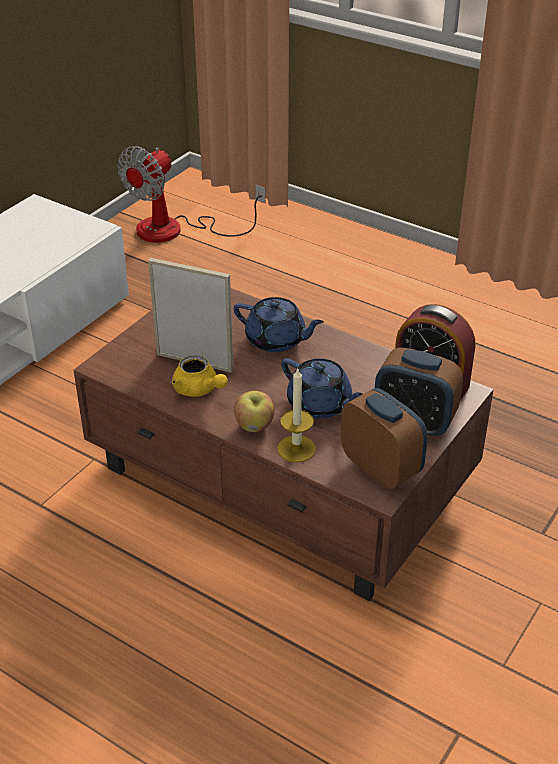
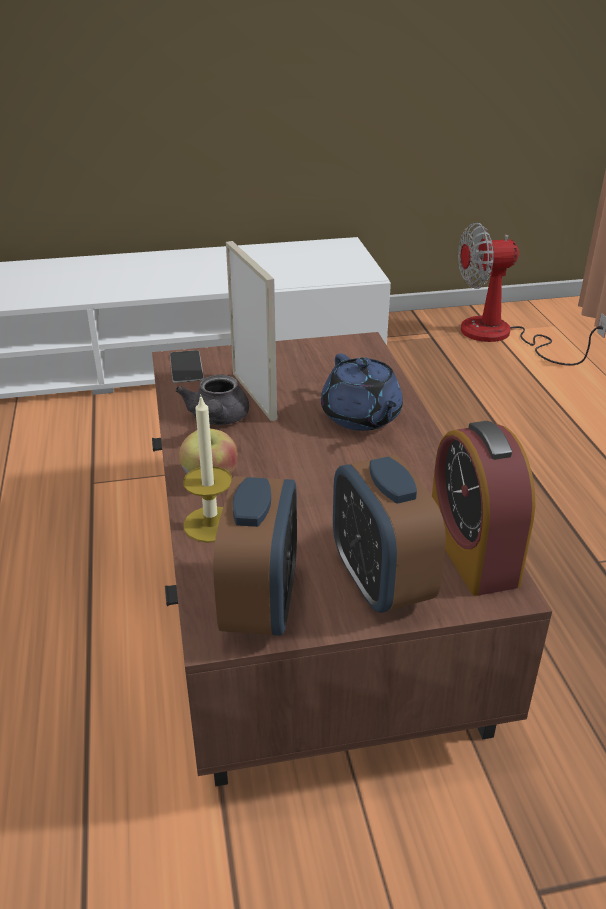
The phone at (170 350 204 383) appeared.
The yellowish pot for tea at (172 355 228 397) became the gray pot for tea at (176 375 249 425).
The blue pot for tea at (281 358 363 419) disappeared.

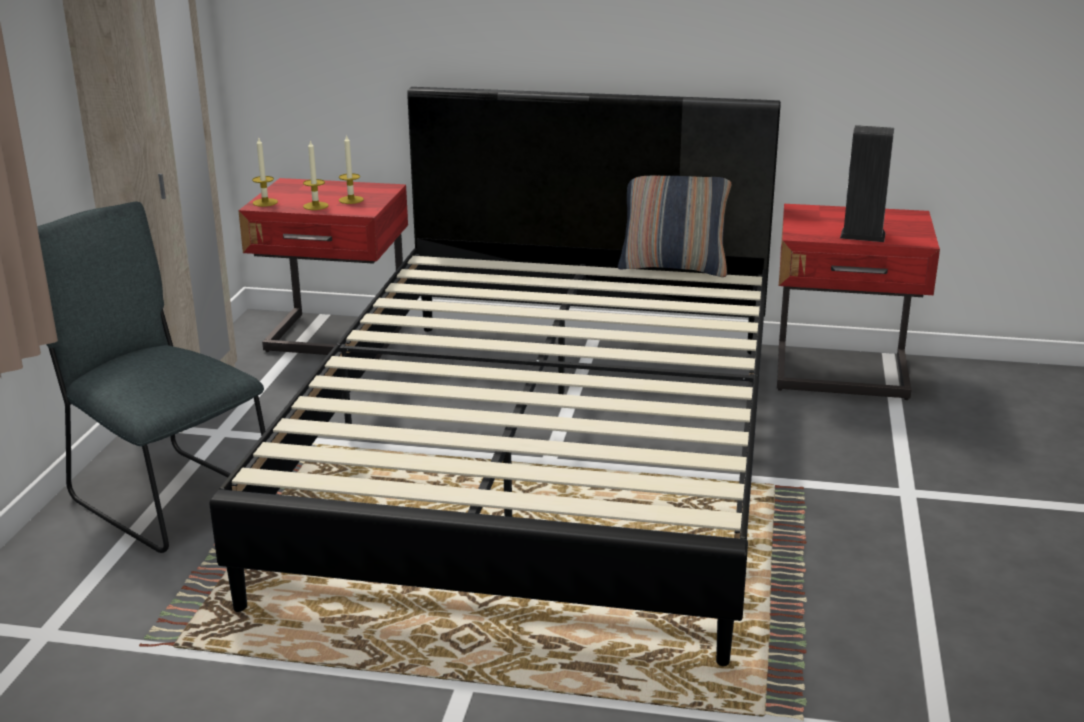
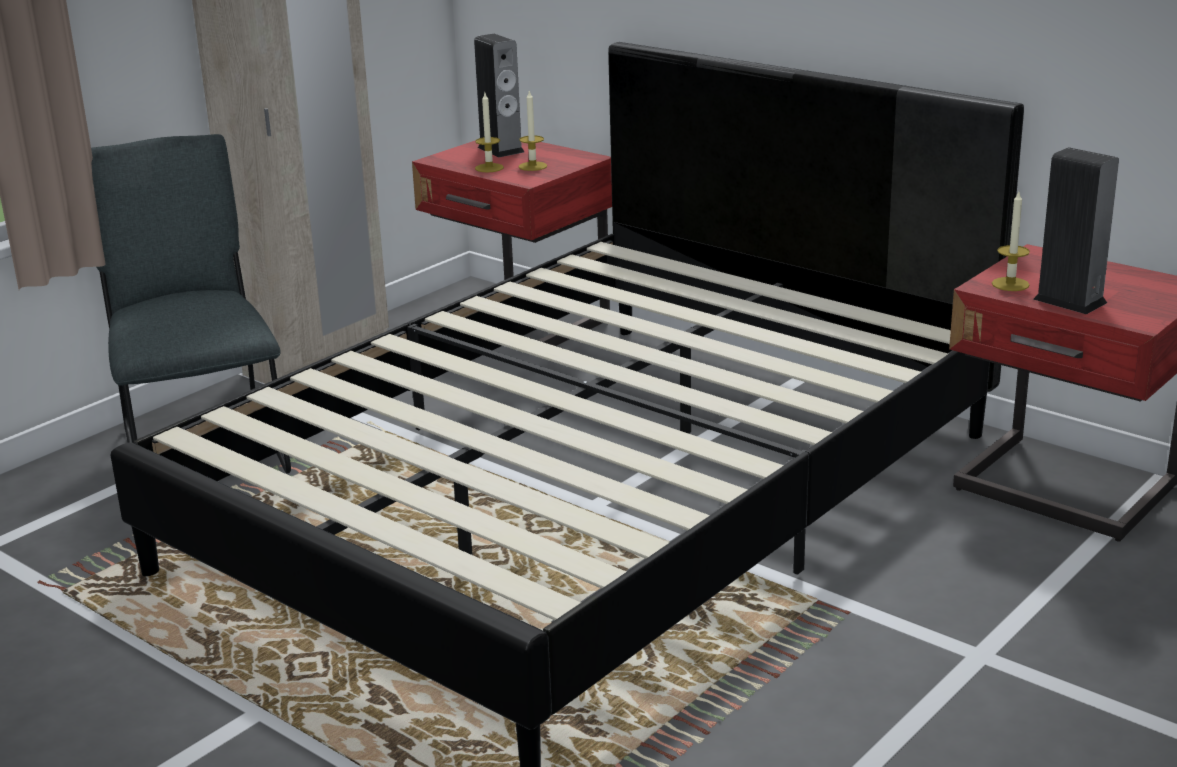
The audio speaker at (474 34 524 157) appeared.
The candle moved from (252 138 278 207) to (992 192 1030 291).
The throw pillow at (618 176 732 277) disappeared.

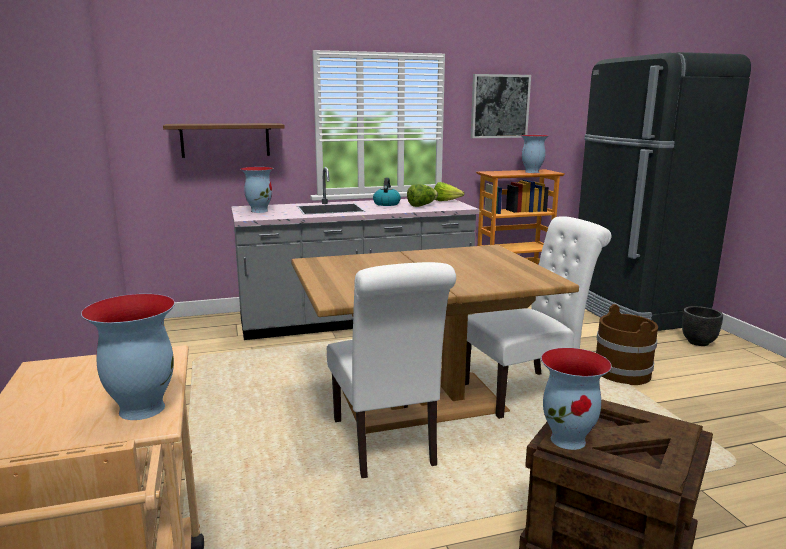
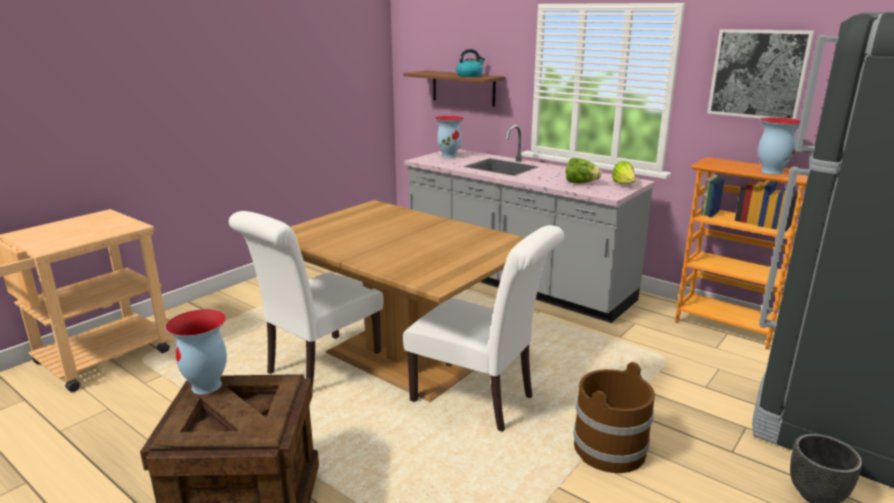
The water kettle moved from (373 178 401 206) to (456 49 485 77).
The flower vase at (81 294 175 420) disappeared.

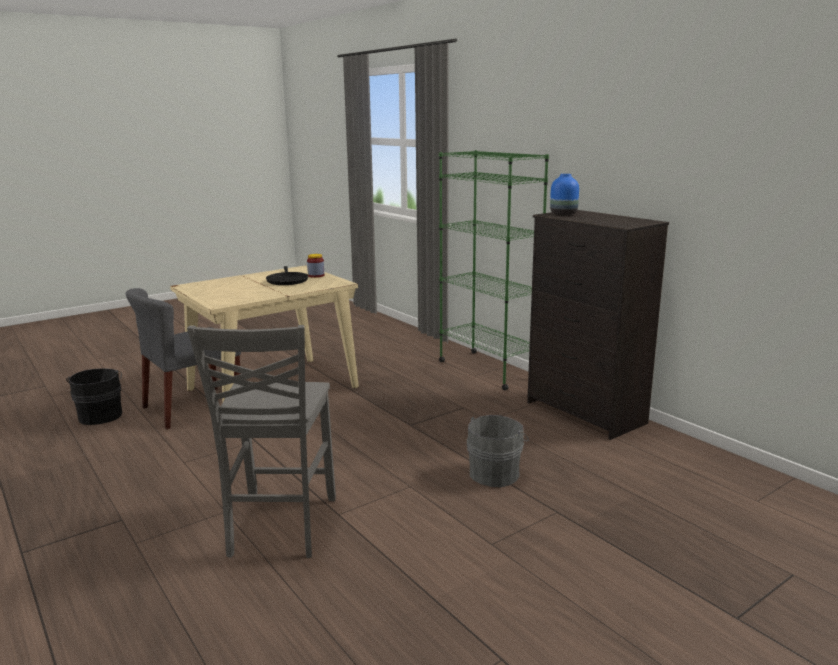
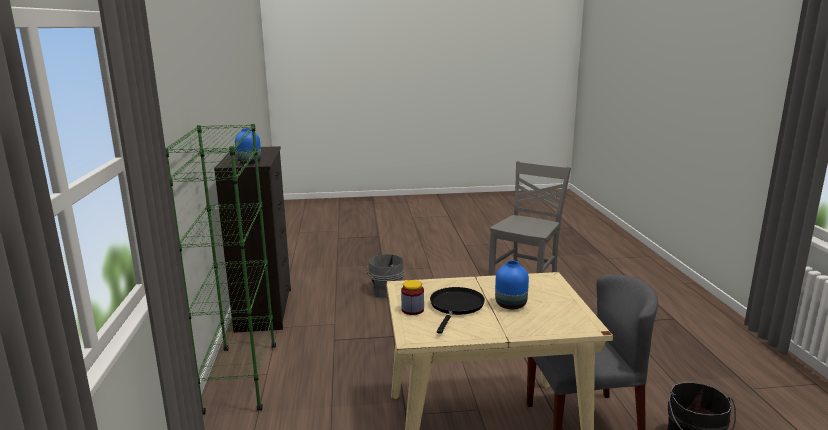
The blue flower vase at (495 260 529 309) appeared.

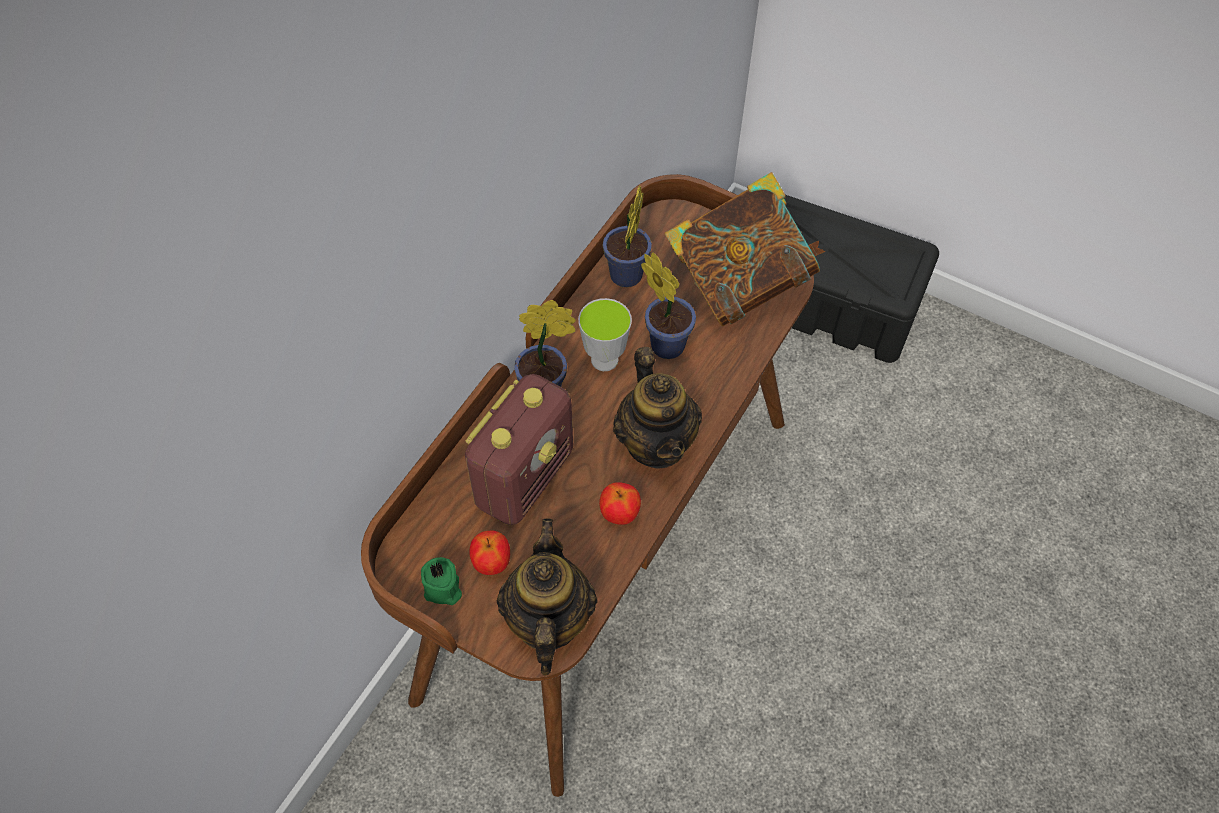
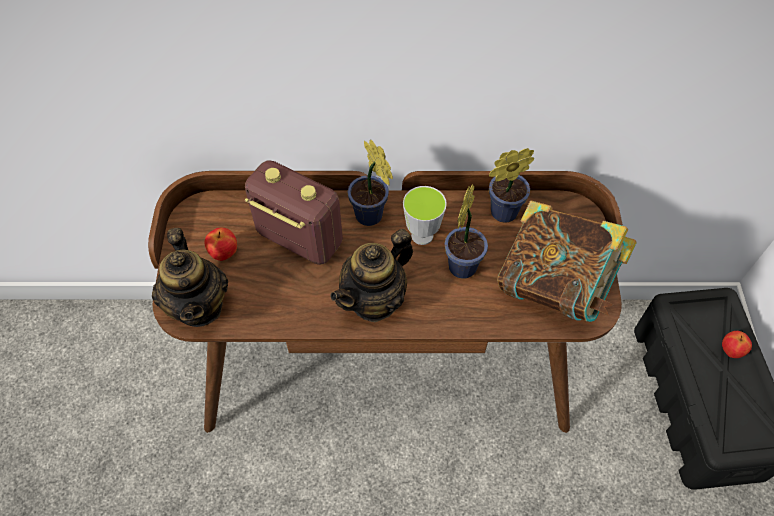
The pot for tea at (497 518 597 675) turned 105 degrees clockwise.
The radio set at (465 374 573 525) turned 150 degrees counterclockwise.
The whole apple moved from (599 482 641 525) to (722 331 752 358).
The green candle at (421 557 462 605) disappeared.

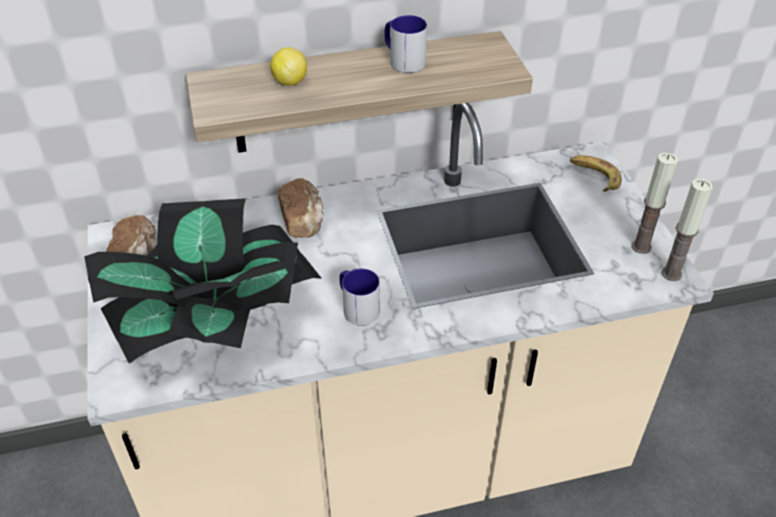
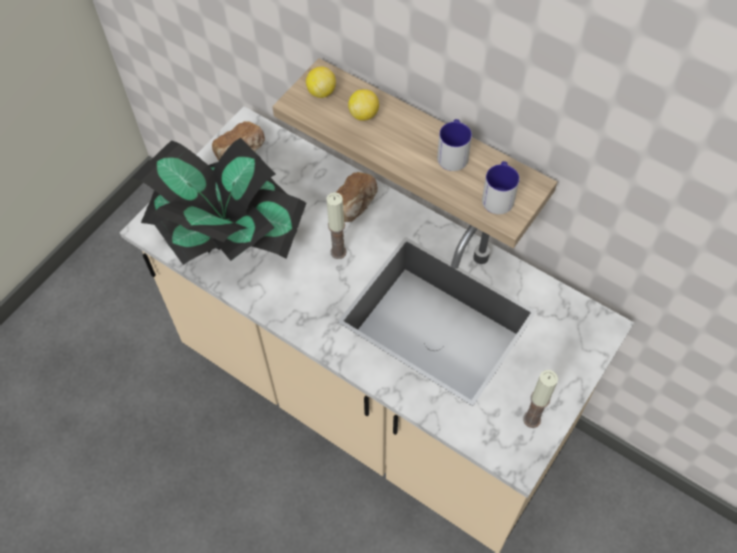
The whole lemon at (306 66 336 98) appeared.
The candle moved from (661 179 713 281) to (326 192 347 259).
The coffee mug moved from (339 269 380 326) to (482 161 519 214).
The whole banana at (570 155 622 192) disappeared.

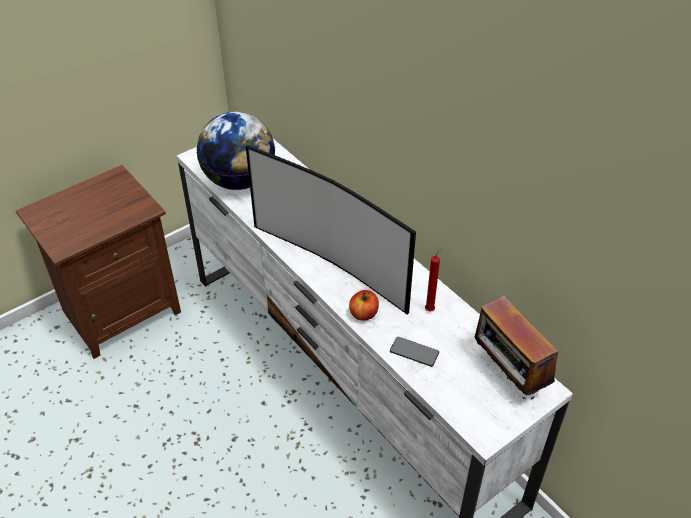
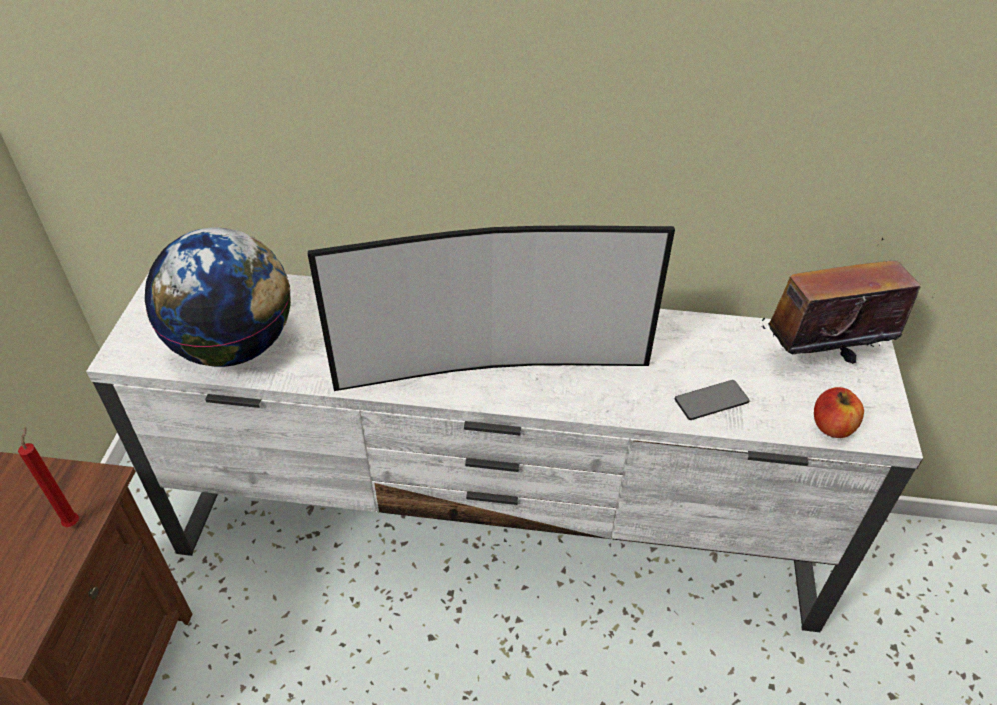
The red candle moved from (425 248 442 311) to (18 427 79 527).
The radio set at (475 295 558 400) turned 150 degrees clockwise.
The whole apple moved from (349 290 379 321) to (814 387 864 438).

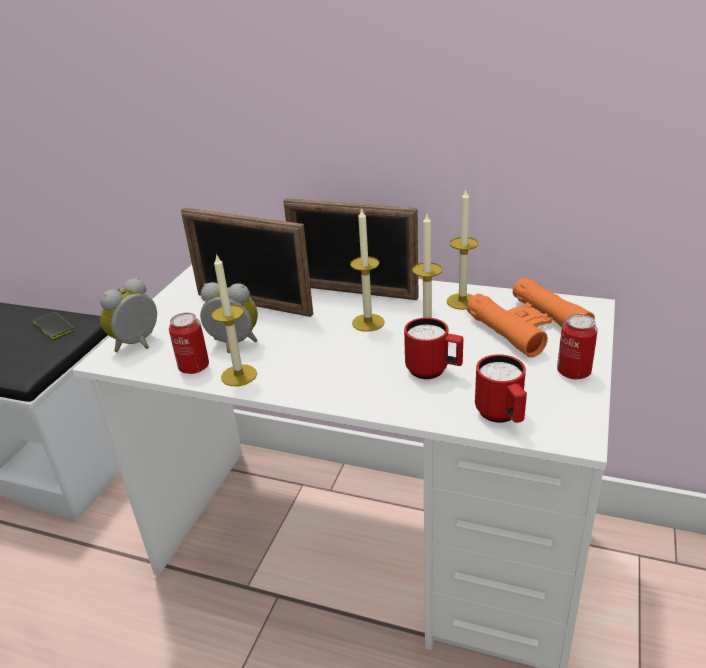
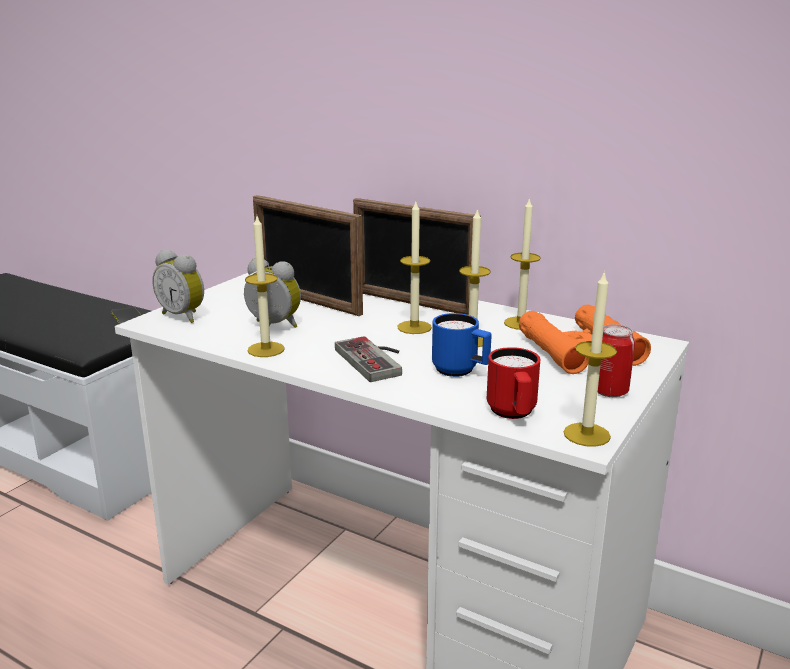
The bedside clock at (100 278 157 352) turned 105 degrees counterclockwise.
The gamepad at (335 336 402 382) appeared.
The red coffee mug at (404 318 463 379) became the blue coffee mug at (432 313 492 377).
The candle at (564 270 617 447) appeared.
The metal can at (169 313 209 374) disappeared.

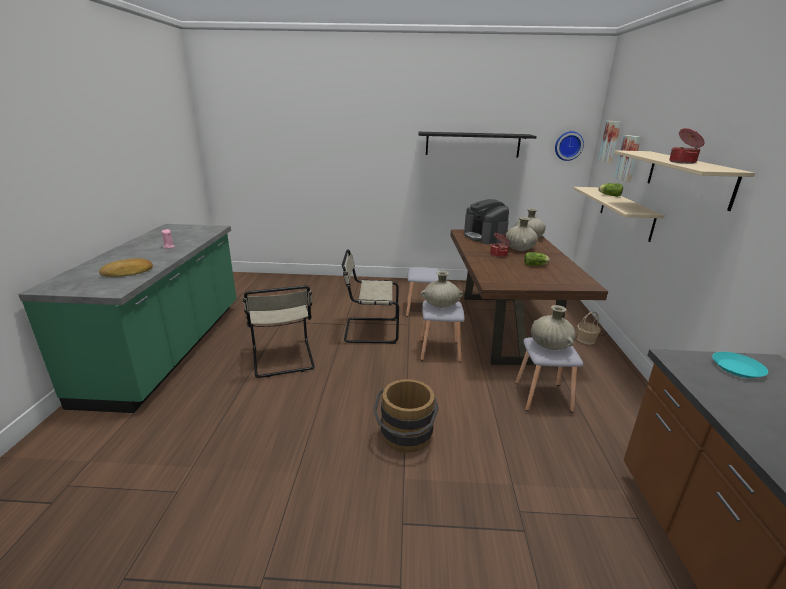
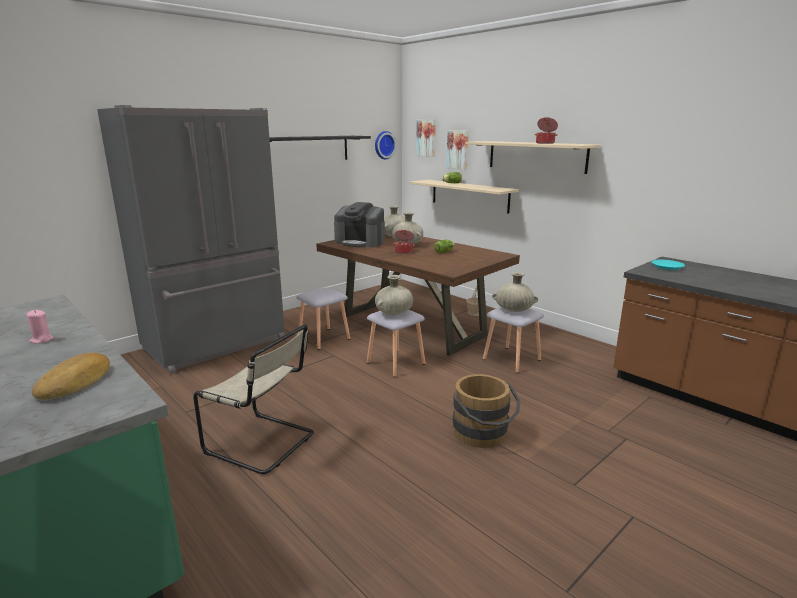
The gray fridge at (97 105 285 374) appeared.
The beige-coloured chair at (342 249 399 344) disappeared.

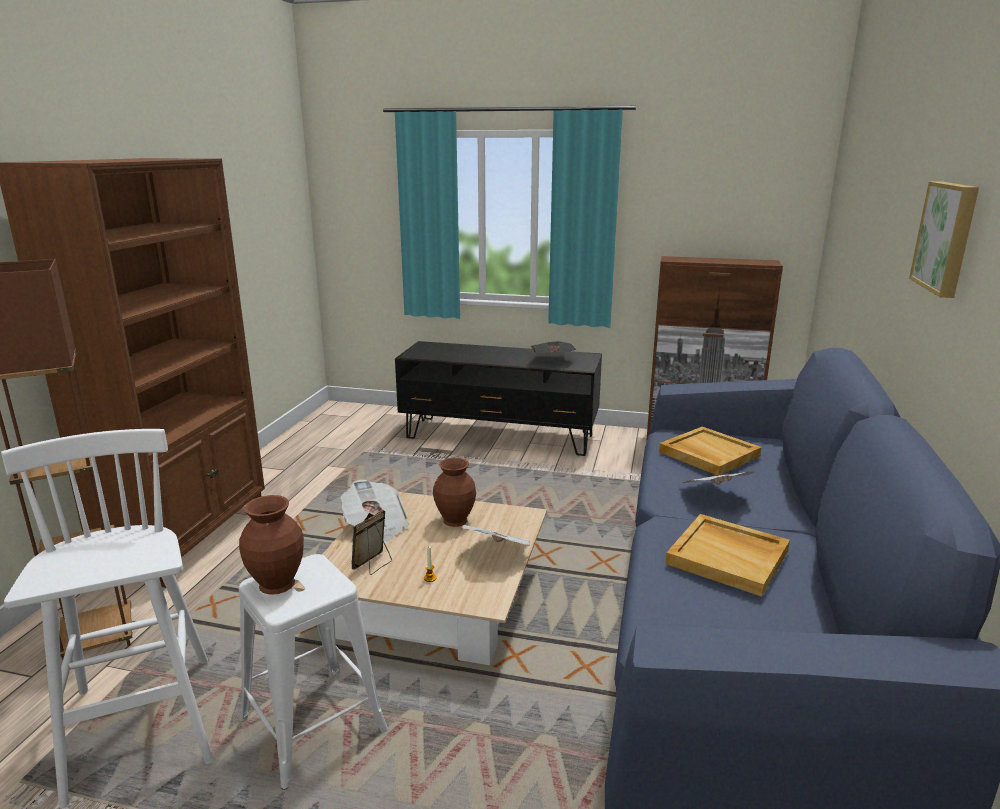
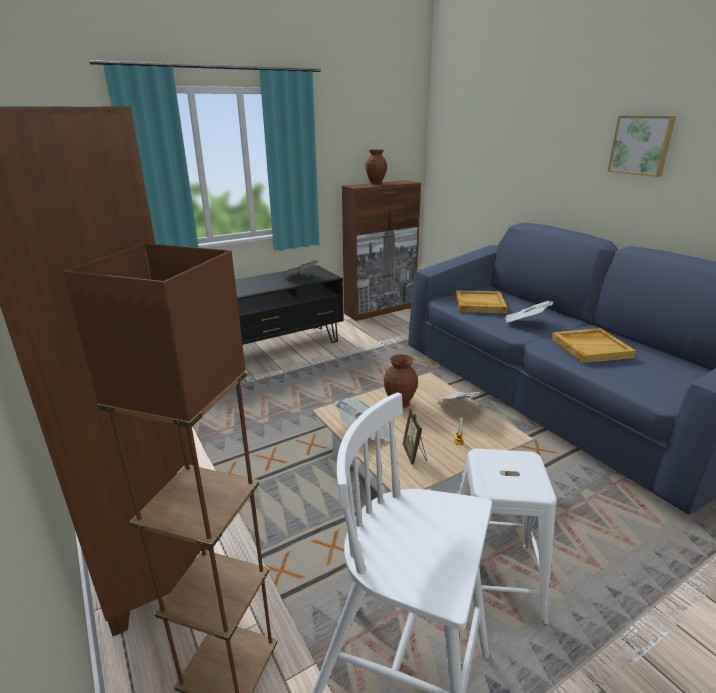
The brown-coloured flower vase moved from (239 495 304 595) to (366 149 387 185).

